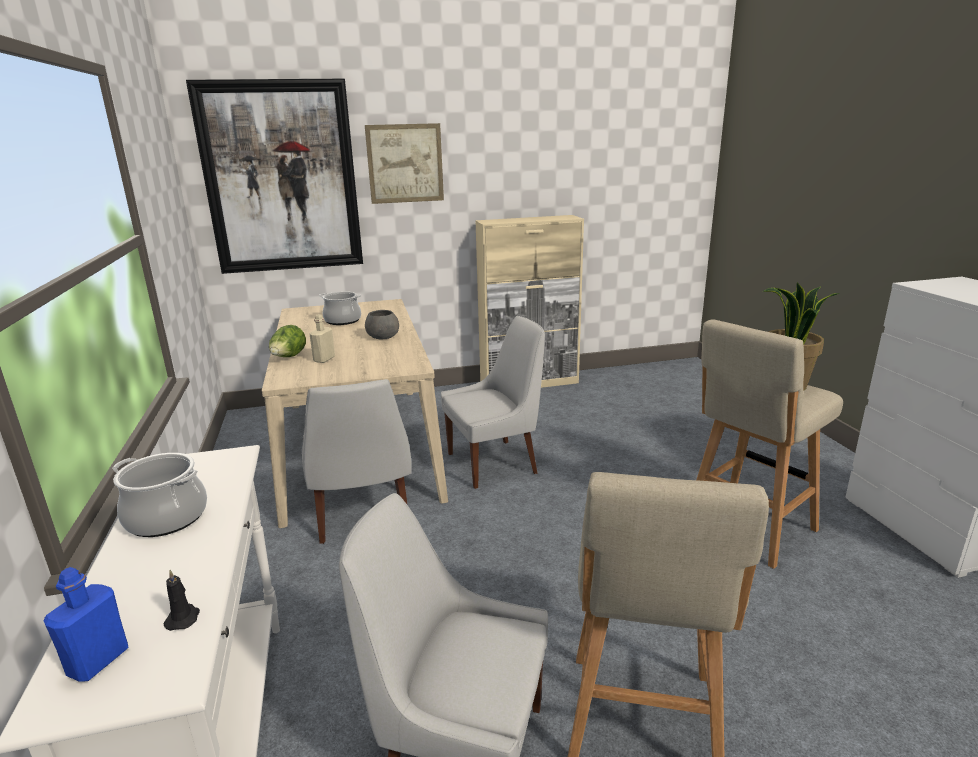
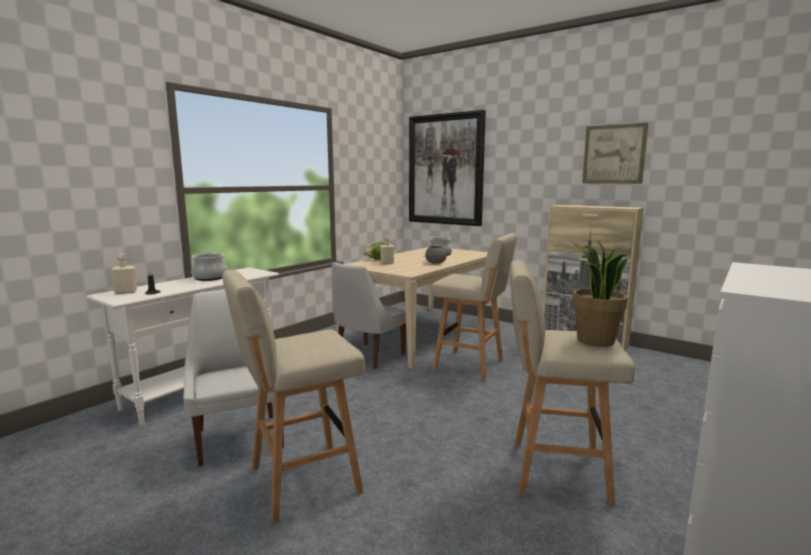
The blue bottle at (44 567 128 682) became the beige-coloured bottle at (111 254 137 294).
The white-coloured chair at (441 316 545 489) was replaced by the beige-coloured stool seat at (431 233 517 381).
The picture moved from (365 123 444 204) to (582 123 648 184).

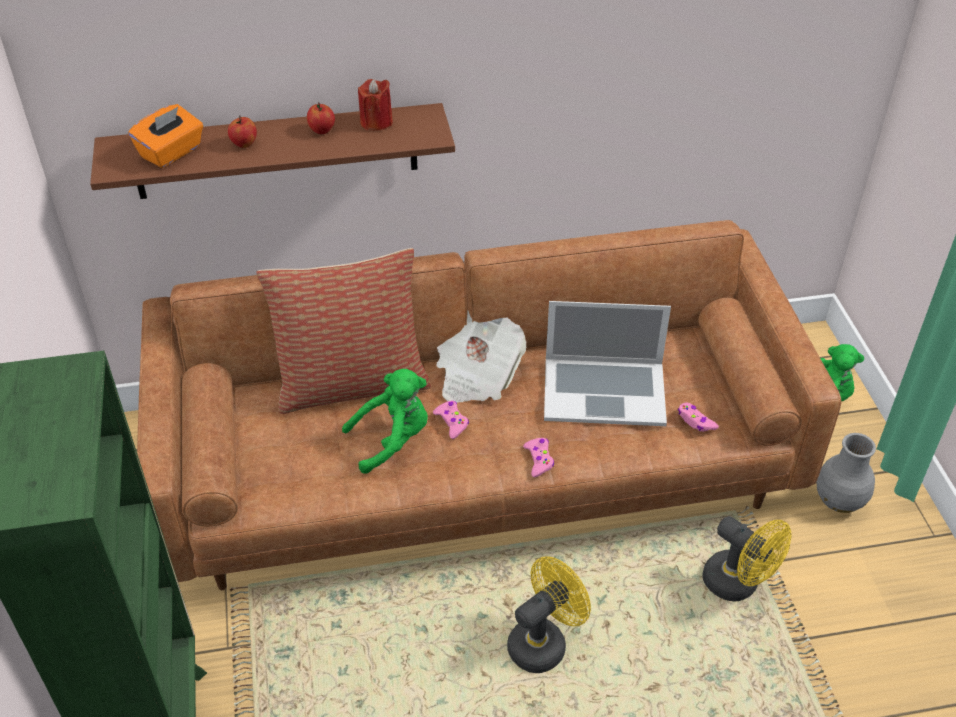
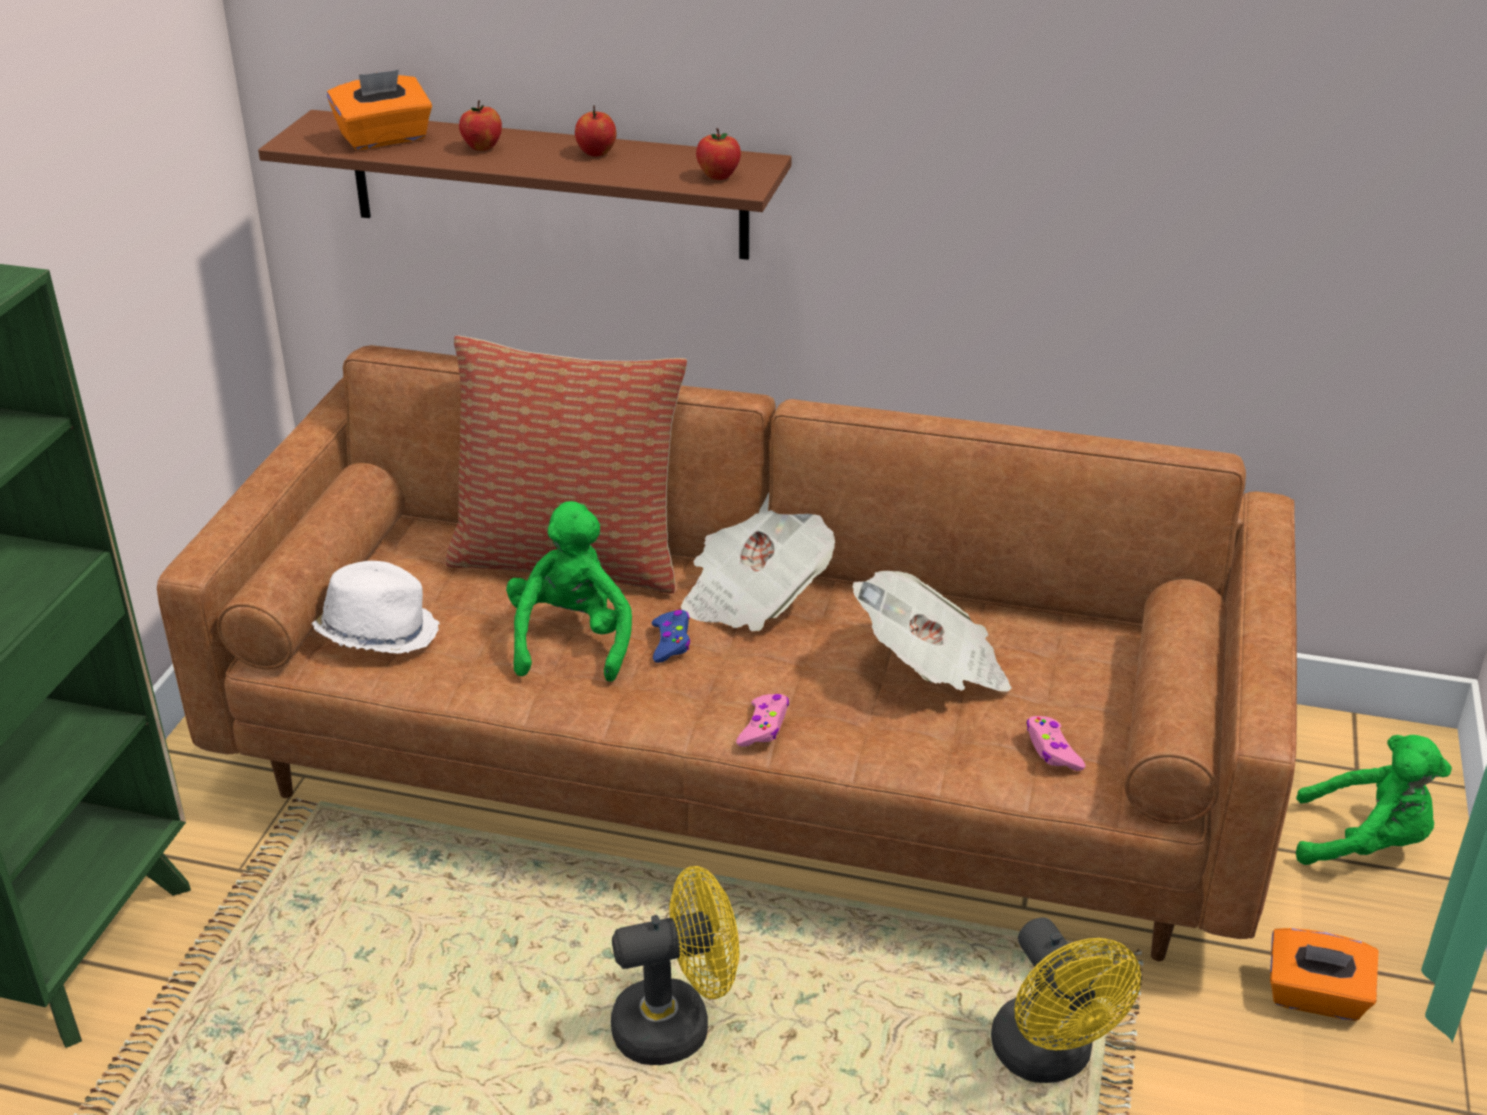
The white-coloured wearable hat at (312 561 440 654) appeared.
The green plush toy at (342 369 428 474) turned 90 degrees counterclockwise.
The pink-coloured gamepad at (433 401 469 439) became the blue gamepad at (651 610 690 663).
The whole apple at (696 128 741 180) appeared.
The notebook computer at (544 301 671 426) was replaced by the daily paper at (852 571 1012 692).
The gray flower vase at (817 433 876 513) was replaced by the orange-coloured box of tissues at (1270 928 1379 1021).
The red candle at (358 79 393 131) disappeared.

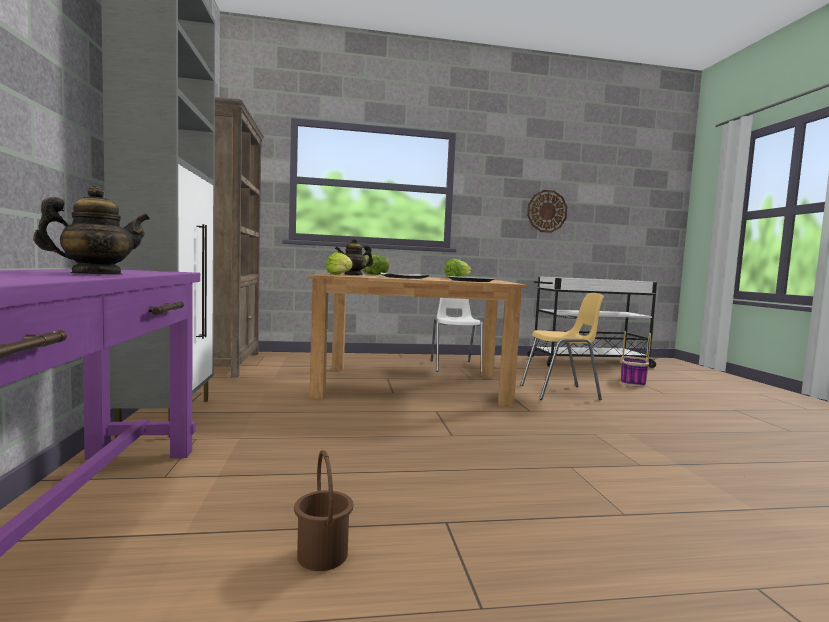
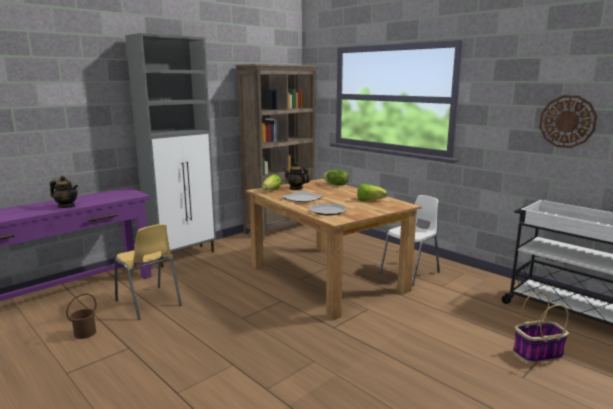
The yellowish chair moved from (521 293 604 400) to (114 224 182 320).

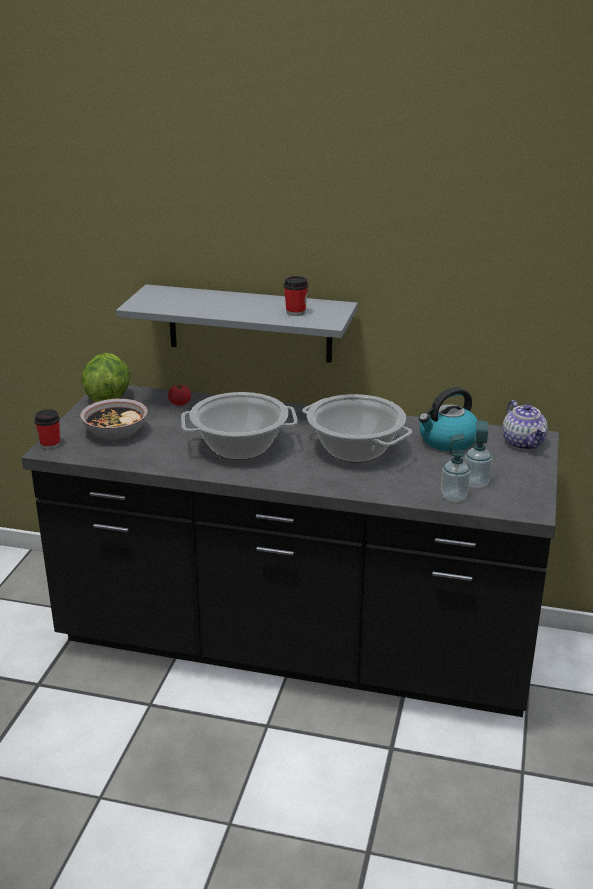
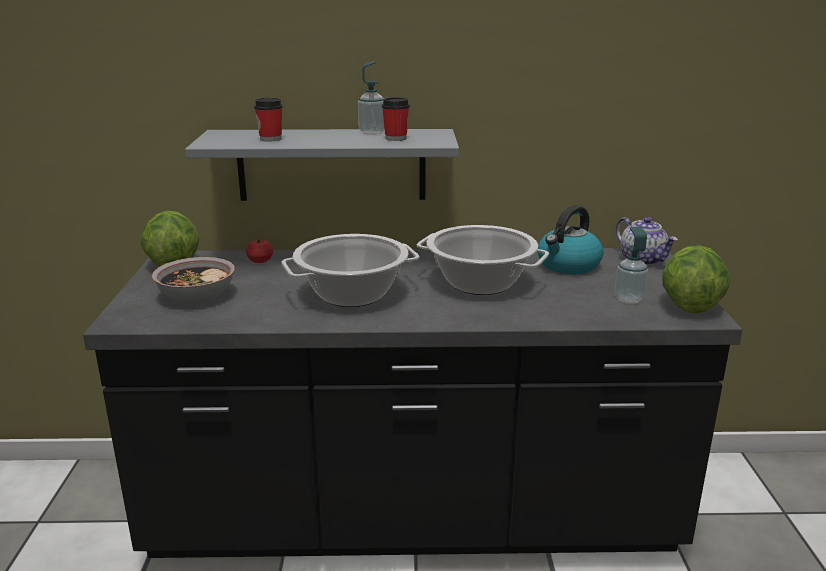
The drinking cup moved from (34 409 60 450) to (254 98 283 142).
The soap bottle moved from (441 433 470 502) to (358 61 384 135).
The lettuce head at (662 245 730 314) appeared.

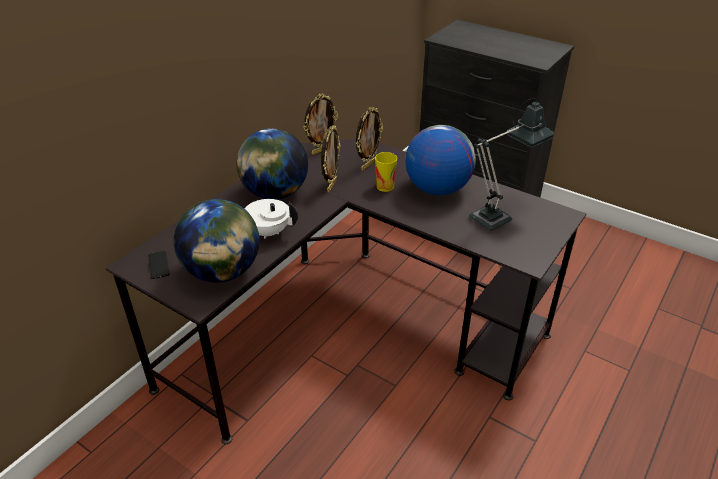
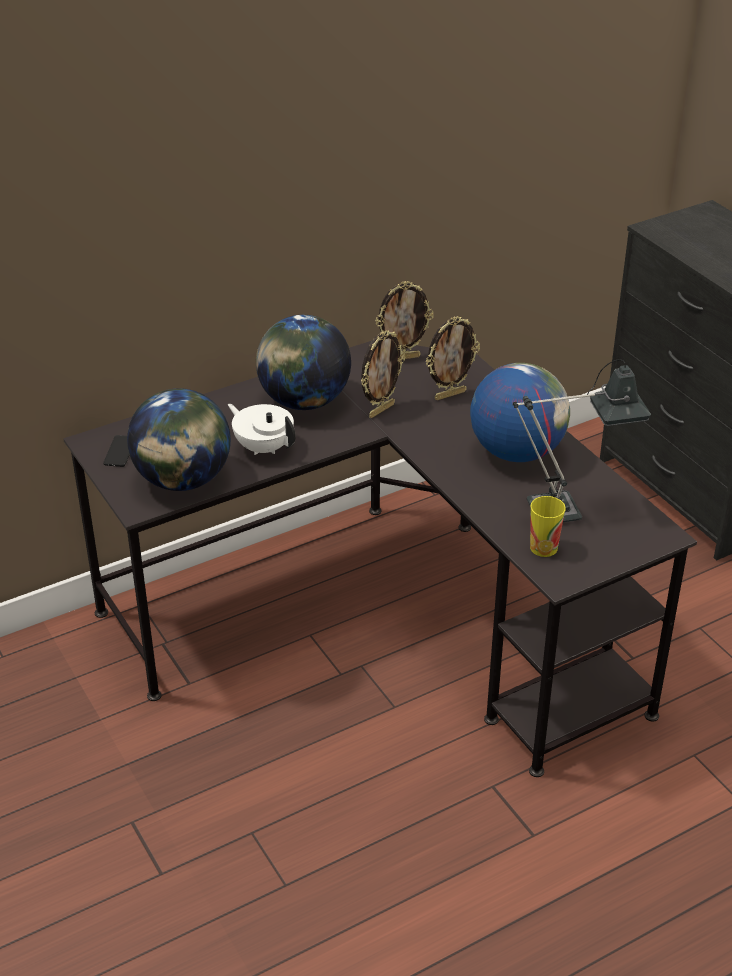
The drinking cup moved from (375 152 397 192) to (530 496 566 557).

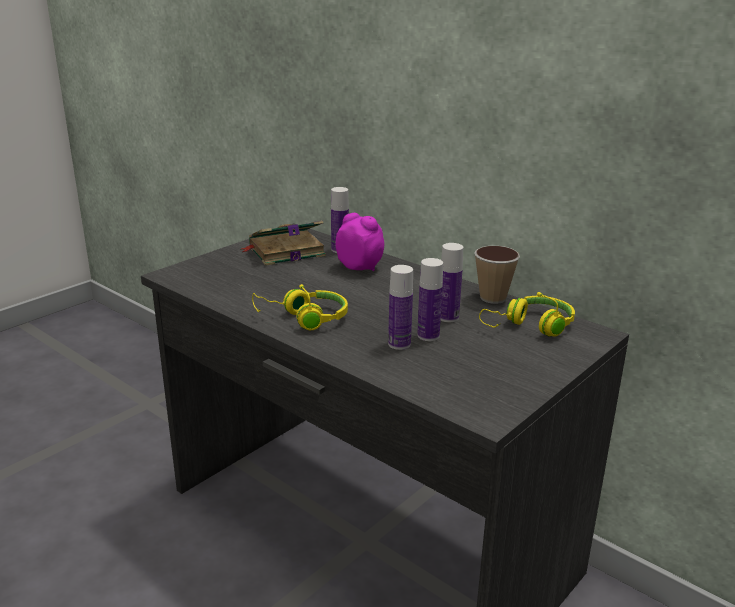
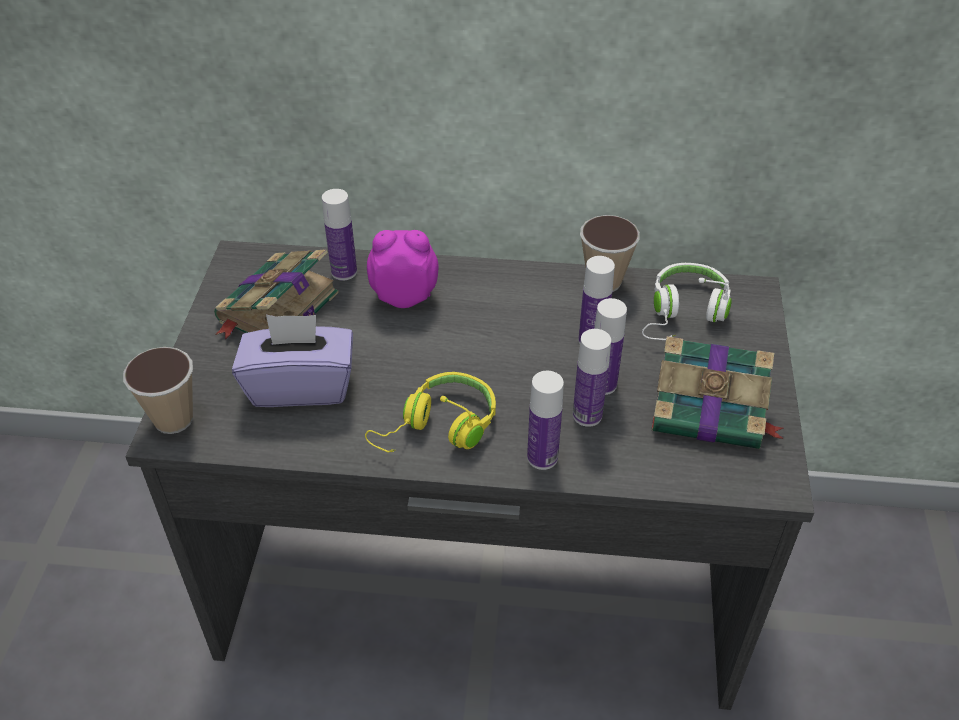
The drinking cup at (123 347 193 434) appeared.
The purple box of tissues at (232 315 353 407) appeared.
The bottle at (527 371 564 470) appeared.
The yellowish headset at (479 292 575 337) became the white-coloured headset at (642 263 732 340).
The book at (652 336 784 449) appeared.

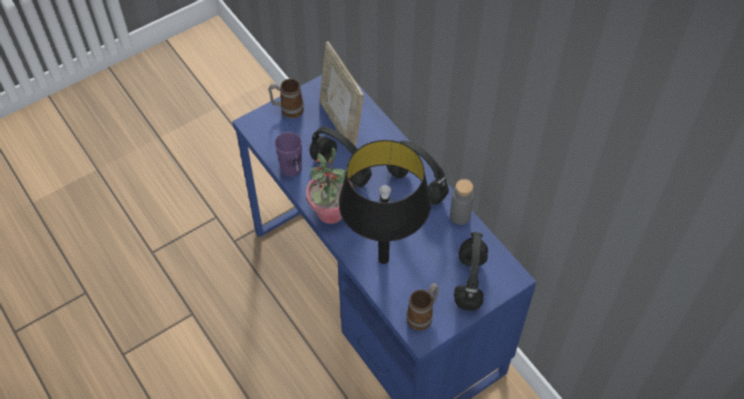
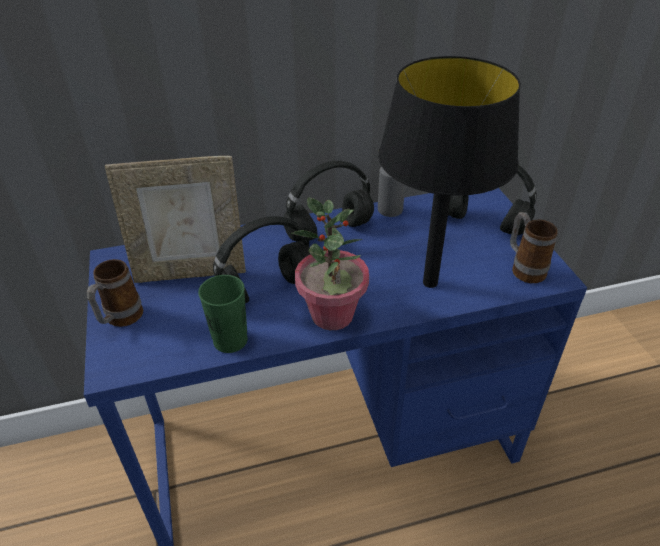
The purple drinking cup at (275 132 302 177) became the green drinking cup at (198 275 248 353).

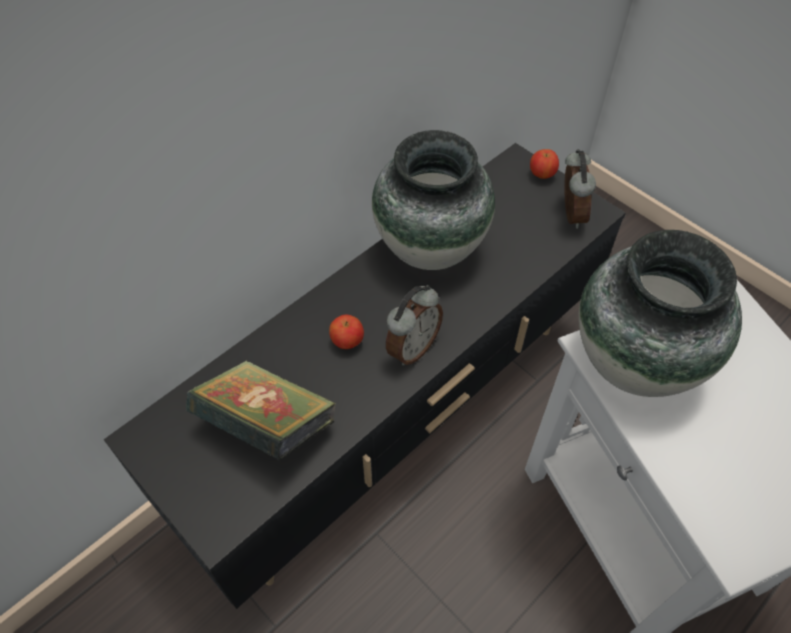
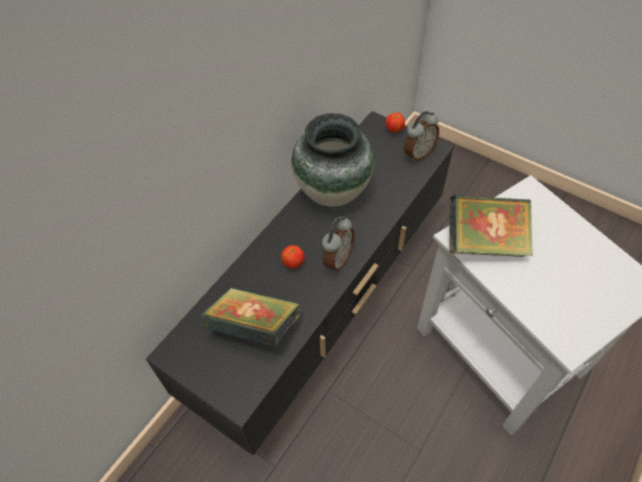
The bedside clock at (564 149 596 229) turned 60 degrees clockwise.
The flower vase at (579 230 742 397) was replaced by the book at (450 195 533 257).

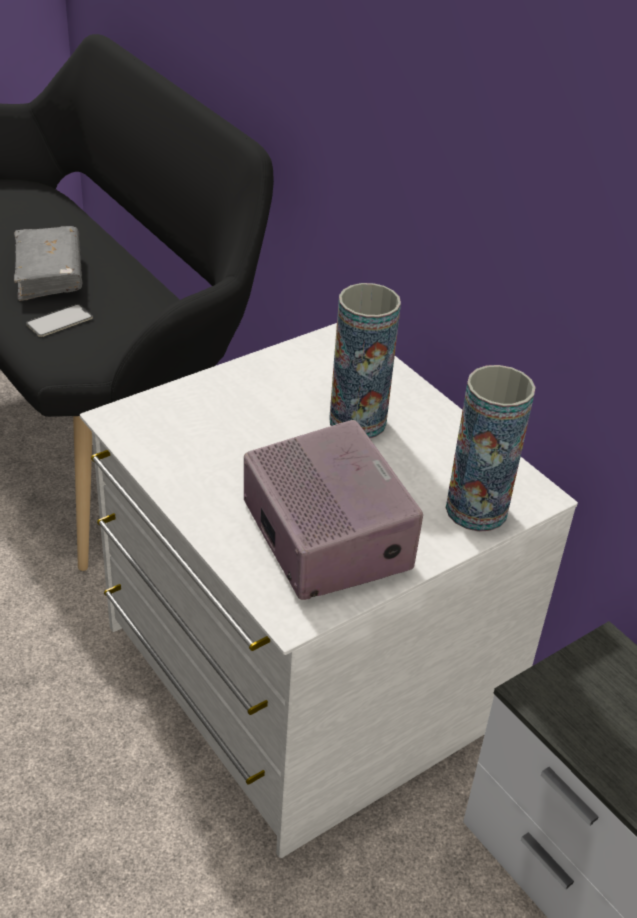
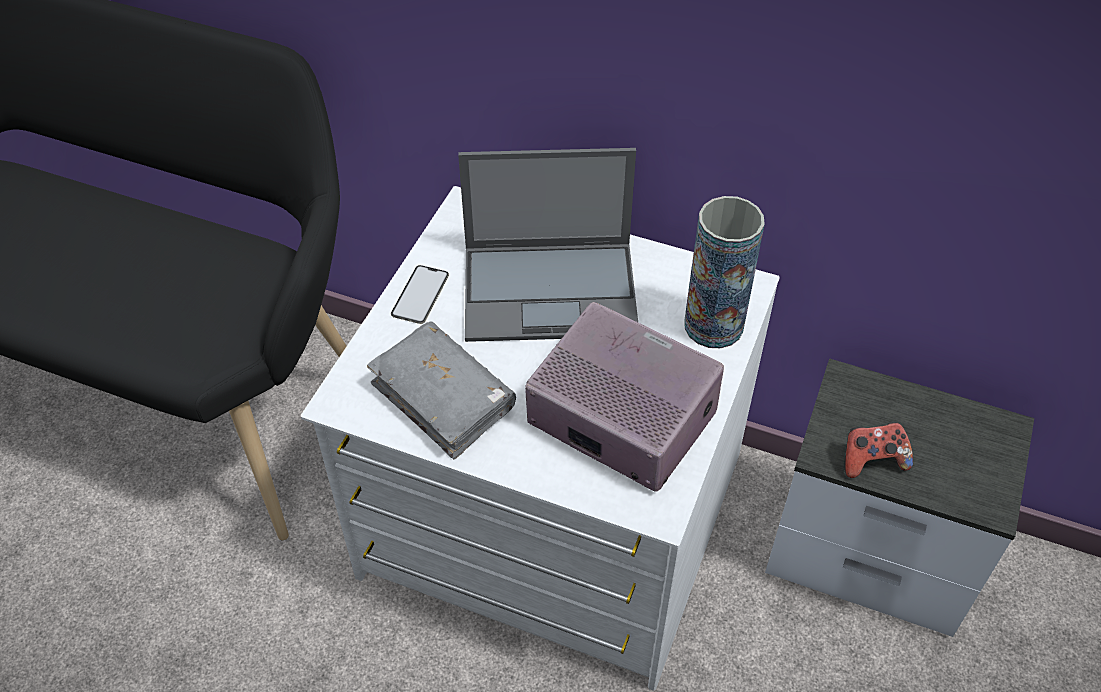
The gray book moved from (14 226 82 301) to (367 321 516 460).
The phone moved from (26 304 93 337) to (391 265 449 324).
The flower vase at (329 283 401 438) was replaced by the notebook computer at (458 148 638 342).
The gamepad at (844 422 913 478) appeared.

